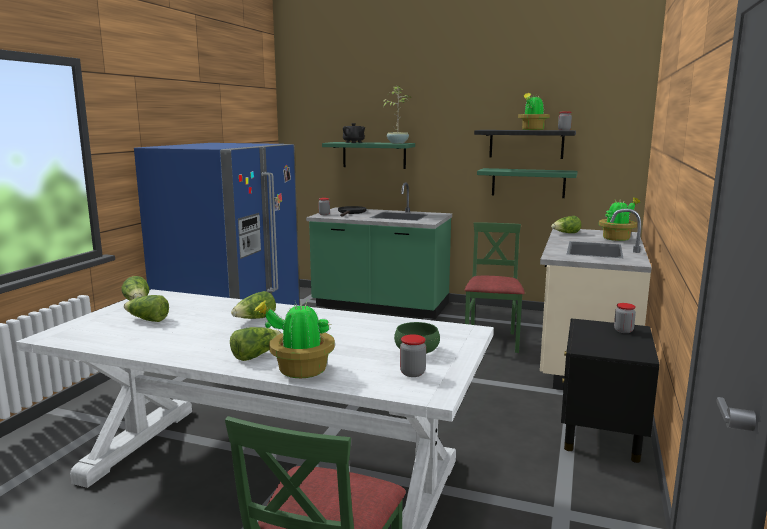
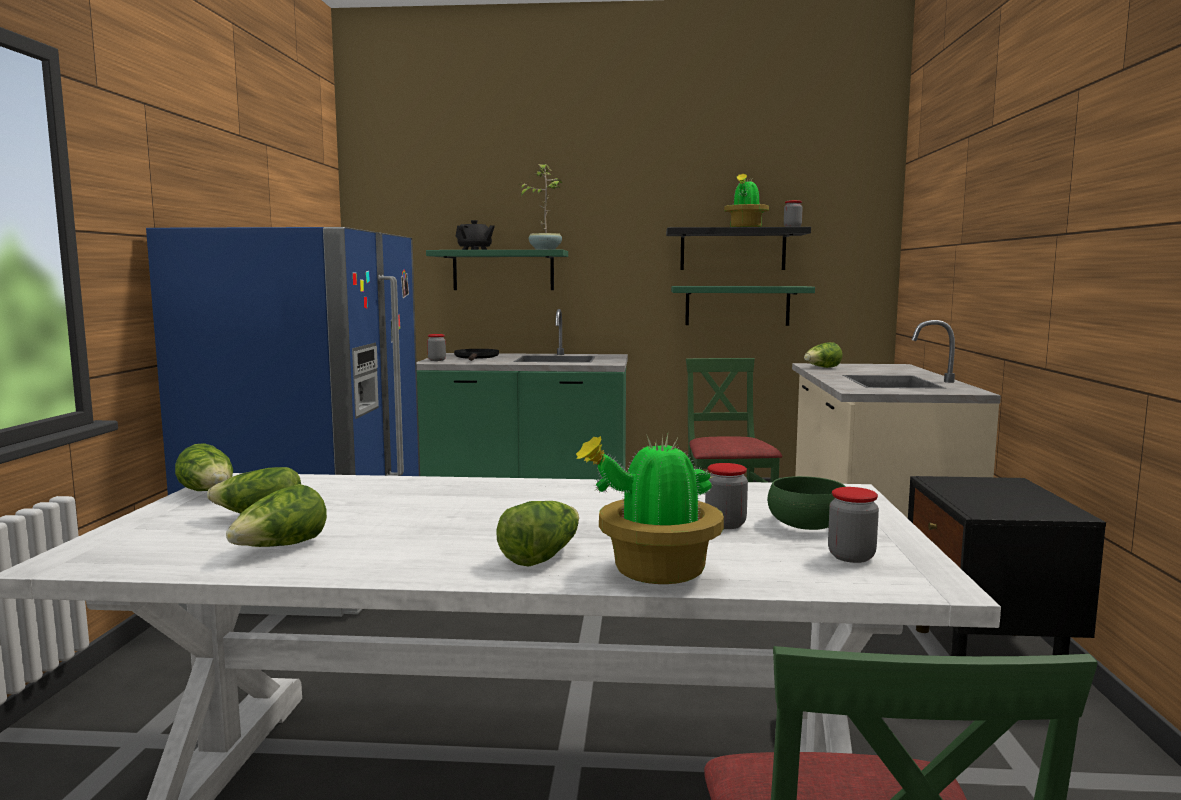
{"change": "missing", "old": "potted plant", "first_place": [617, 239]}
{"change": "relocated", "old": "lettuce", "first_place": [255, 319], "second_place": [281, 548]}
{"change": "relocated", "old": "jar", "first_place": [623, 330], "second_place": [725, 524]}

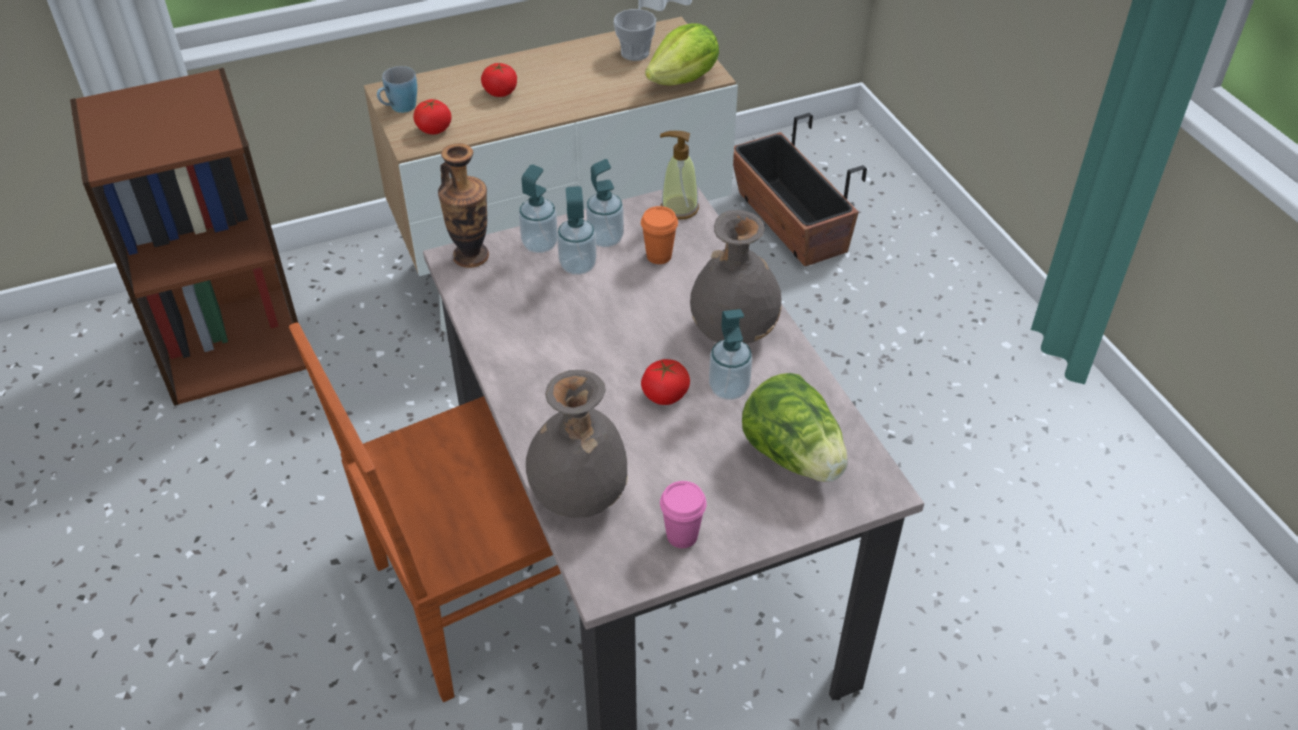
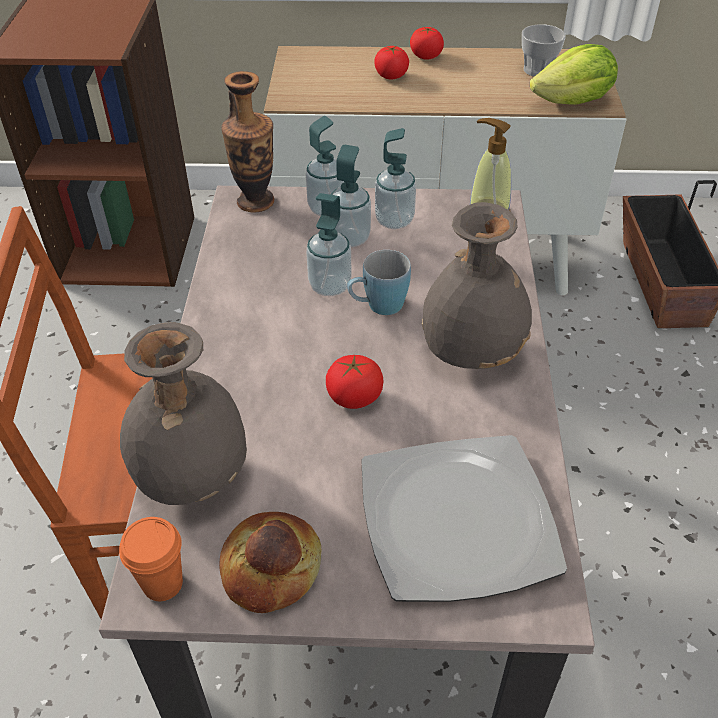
{"change": "relocated", "old": "blue mug", "first_place": [399, 108], "second_place": [377, 306]}
{"change": "relocated", "old": "tomato", "first_place": [434, 129], "second_place": [426, 56]}
{"change": "relocated", "old": "orange cup", "first_place": [659, 256], "second_place": [163, 583]}
{"change": "relocated", "old": "soap dispenser", "first_place": [728, 388], "second_place": [330, 286]}
{"change": "exchanged", "old": "pink cup", "new": "bread", "first_place": [682, 536], "second_place": [270, 568]}
{"change": "exchanged", "old": "lettuce", "new": "plate", "first_place": [793, 455], "second_place": [458, 519]}

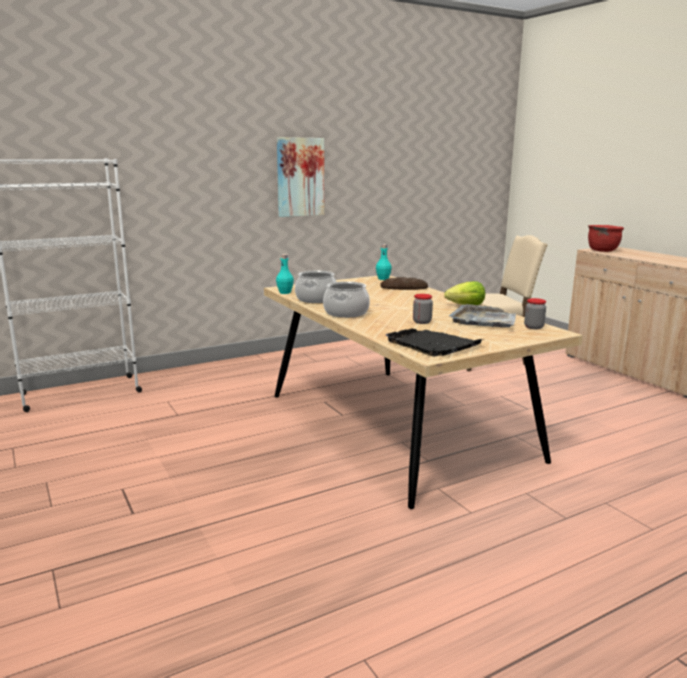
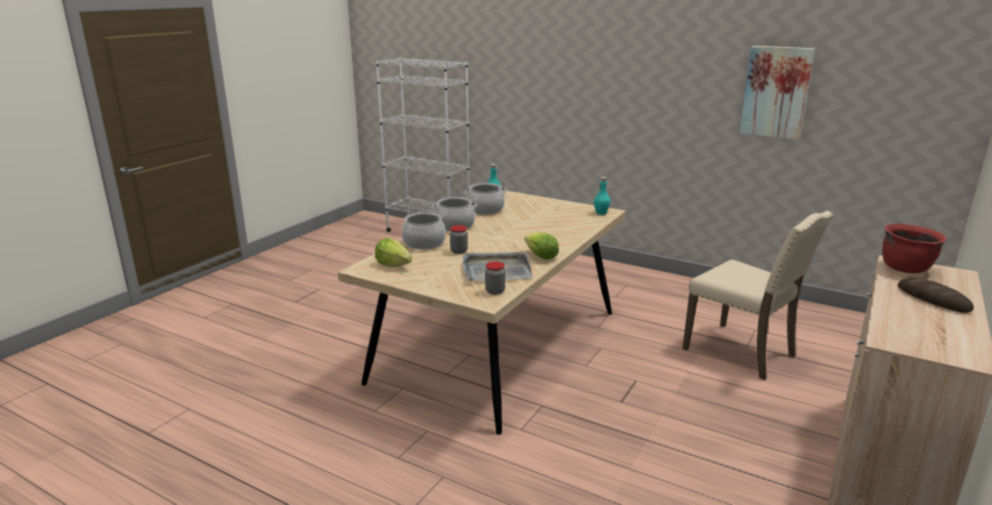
{"change": "appeared", "new": "cooking pot", "second_place": [424, 243]}
{"change": "relocated", "old": "picture", "first_place": [300, 177], "second_place": [776, 92]}
{"change": "relocated", "old": "bread", "first_place": [404, 288], "second_place": [933, 299]}
{"change": "exchanged", "old": "black tray", "new": "lettuce", "first_place": [432, 345], "second_place": [393, 265]}

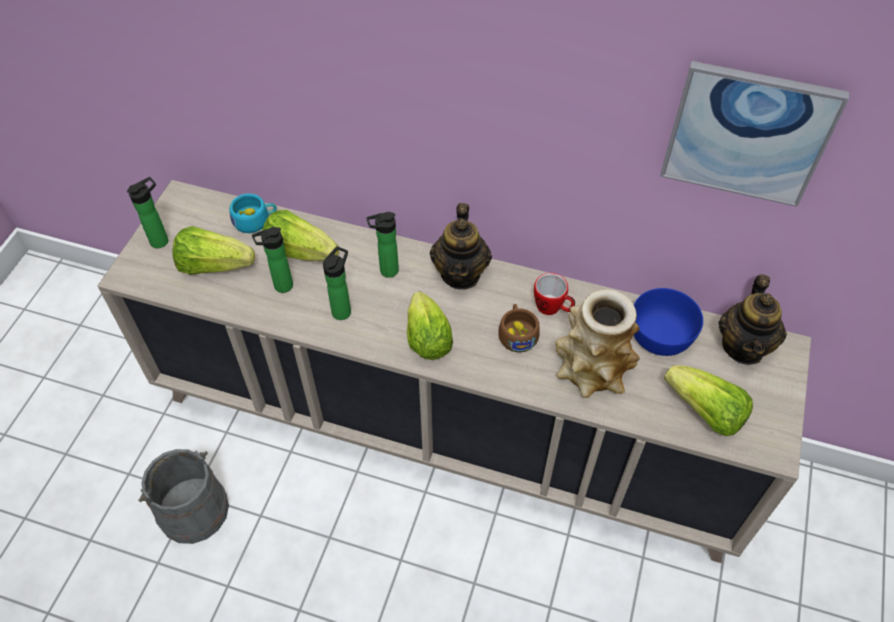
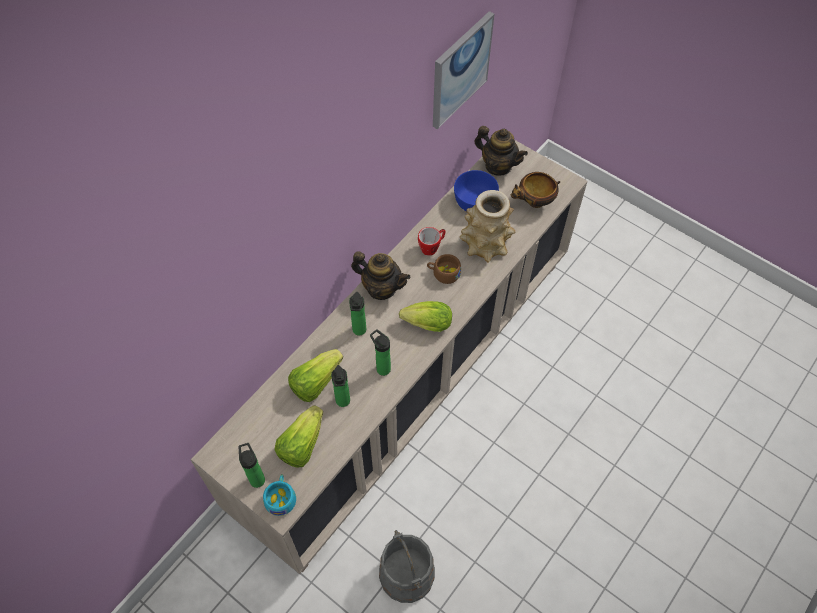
{"change": "relocated", "old": "turquoise cup", "first_place": [255, 220], "second_place": [281, 497]}
{"change": "exchanged", "old": "lettuce", "new": "bowl", "first_place": [705, 412], "second_place": [534, 202]}

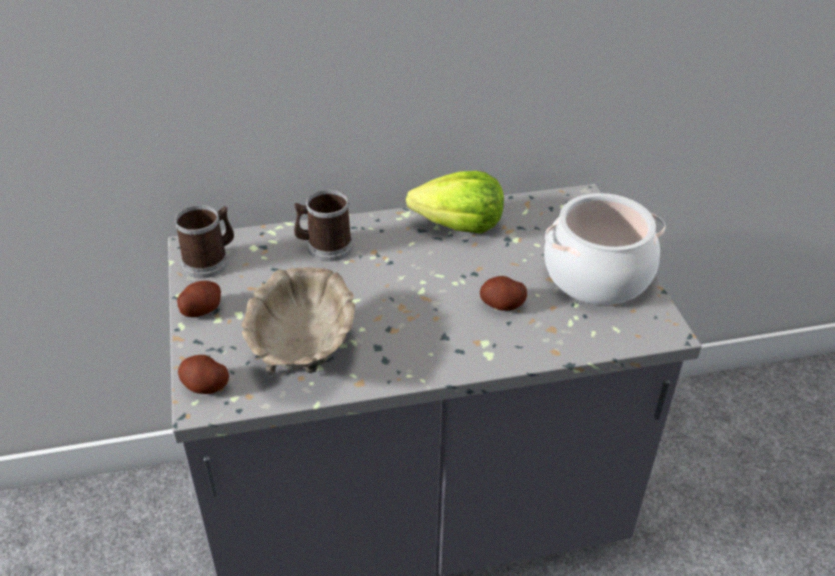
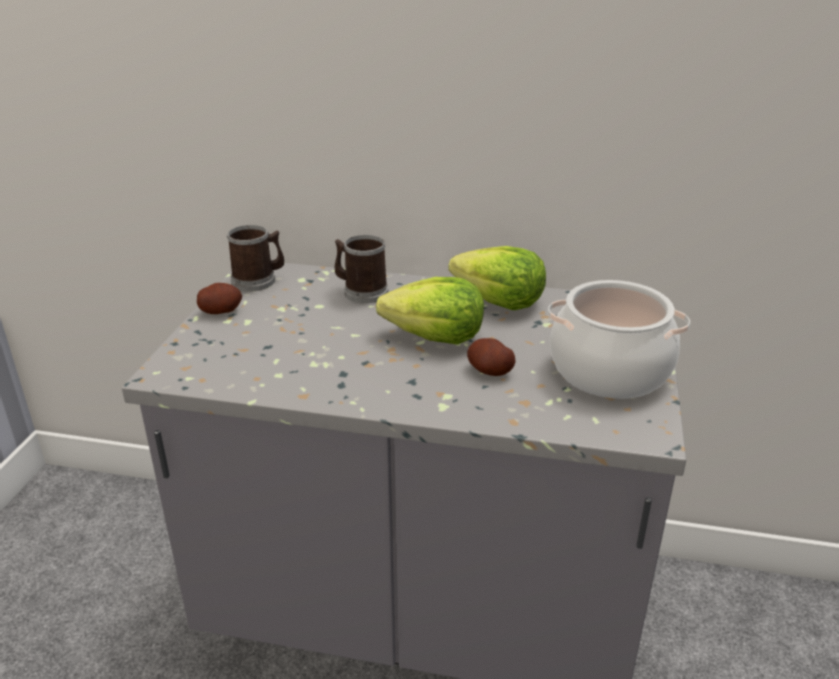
{"change": "missing", "old": "potato", "first_place": [205, 386]}
{"change": "missing", "old": "beige bowl", "first_place": [303, 351]}
{"change": "appeared", "new": "lettuce", "second_place": [435, 337]}

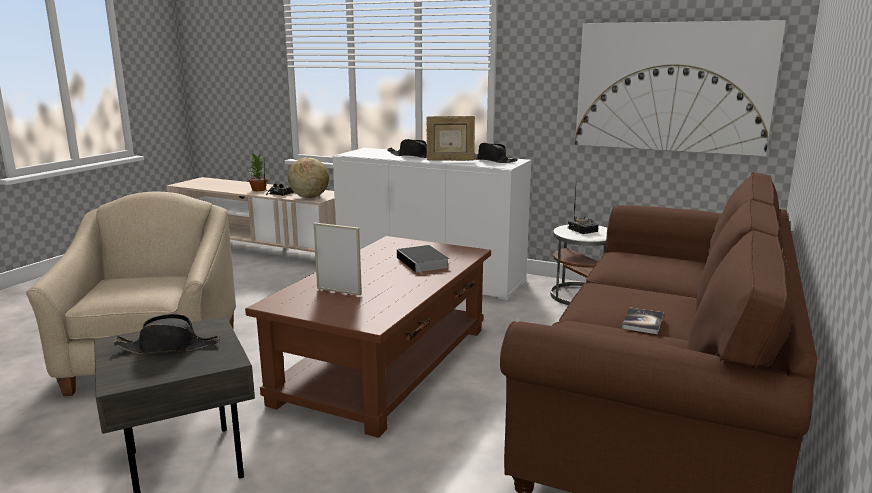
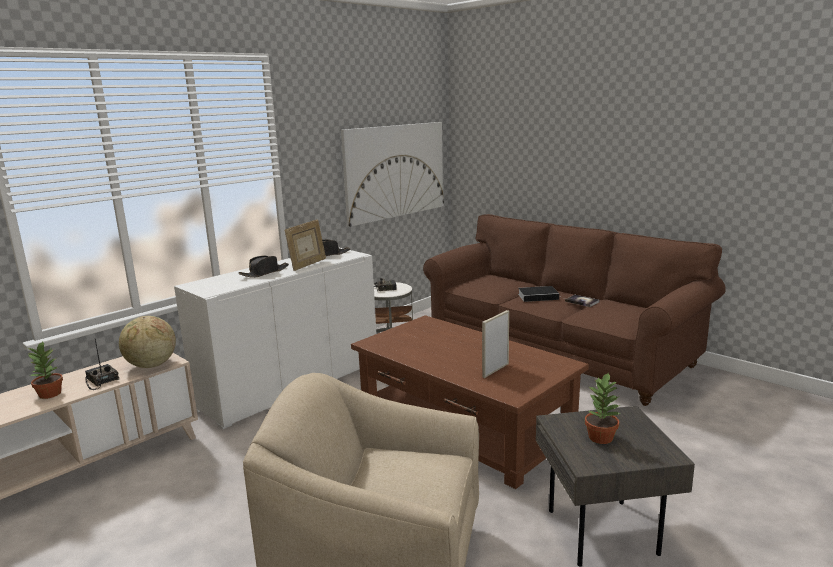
{"change": "relocated", "old": "book", "first_place": [423, 263], "second_place": [539, 296]}
{"change": "exchanged", "old": "black hat", "new": "potted plant", "first_place": [169, 347], "second_place": [601, 437]}

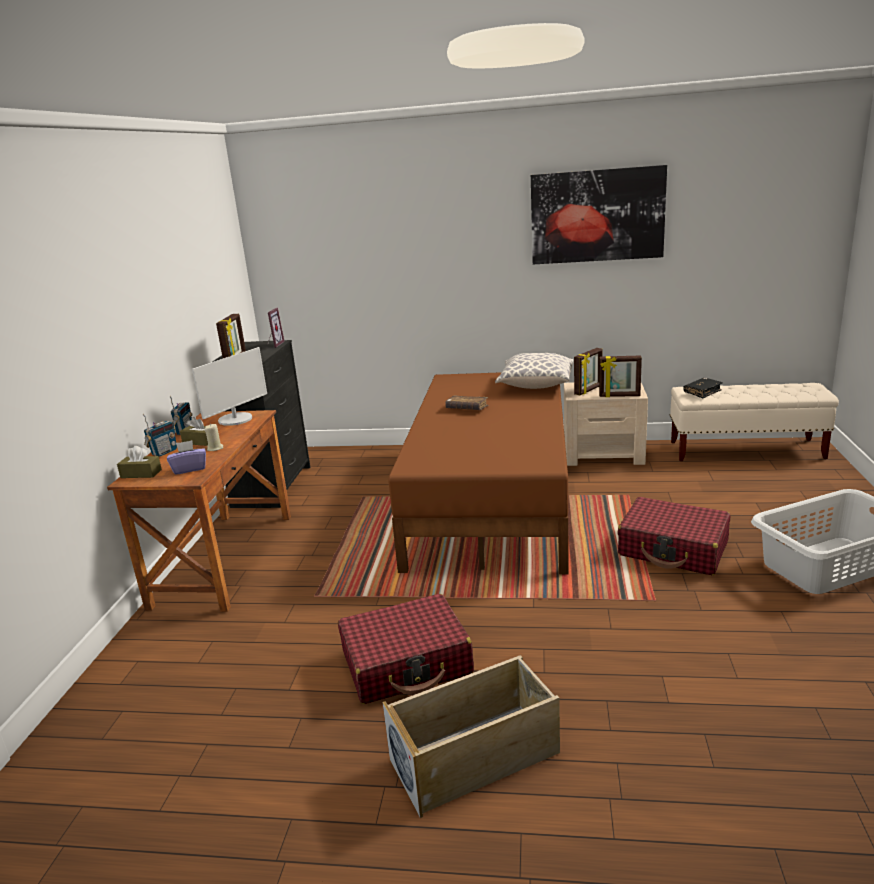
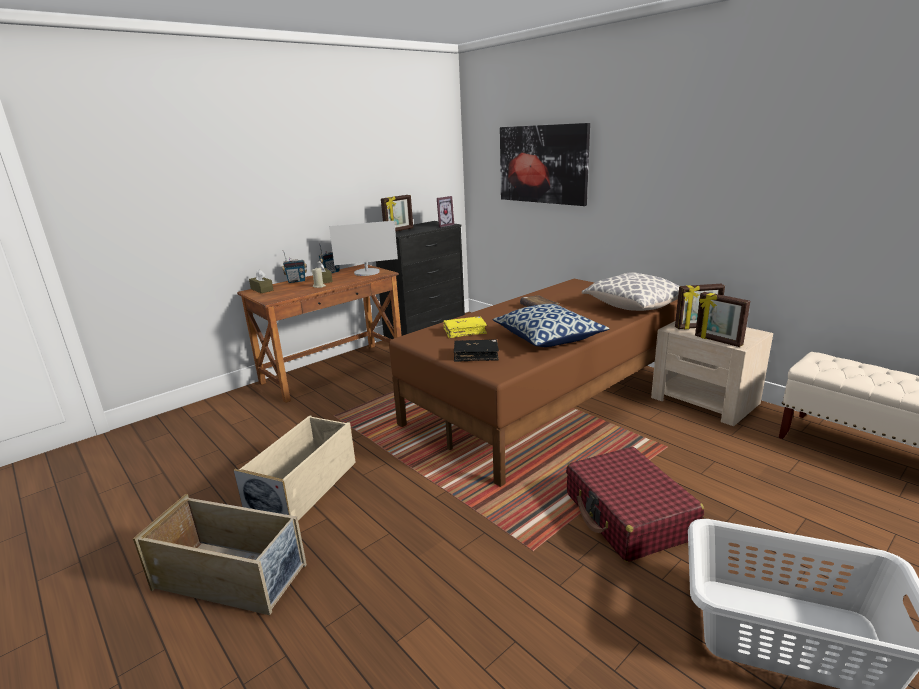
{"change": "missing", "old": "purple tissue box", "first_place": [189, 469]}
{"change": "appeared", "new": "yellow book", "second_place": [465, 331]}
{"change": "appeared", "new": "pillow", "second_place": [548, 338]}
{"change": "relocated", "old": "picture", "first_place": [597, 216], "second_place": [542, 164]}
{"change": "relocated", "old": "black book", "first_place": [702, 392], "second_place": [476, 355]}
{"change": "exchanged", "old": "red suitcase", "new": "beige storage box", "first_place": [407, 663], "second_place": [305, 487]}

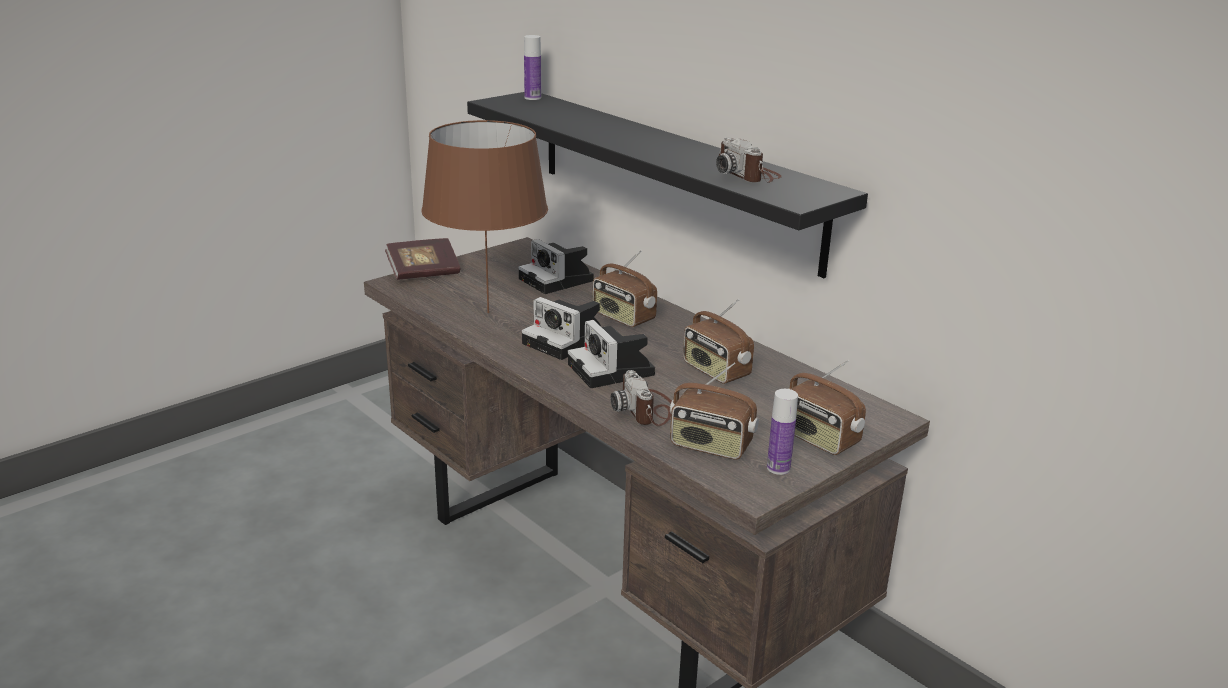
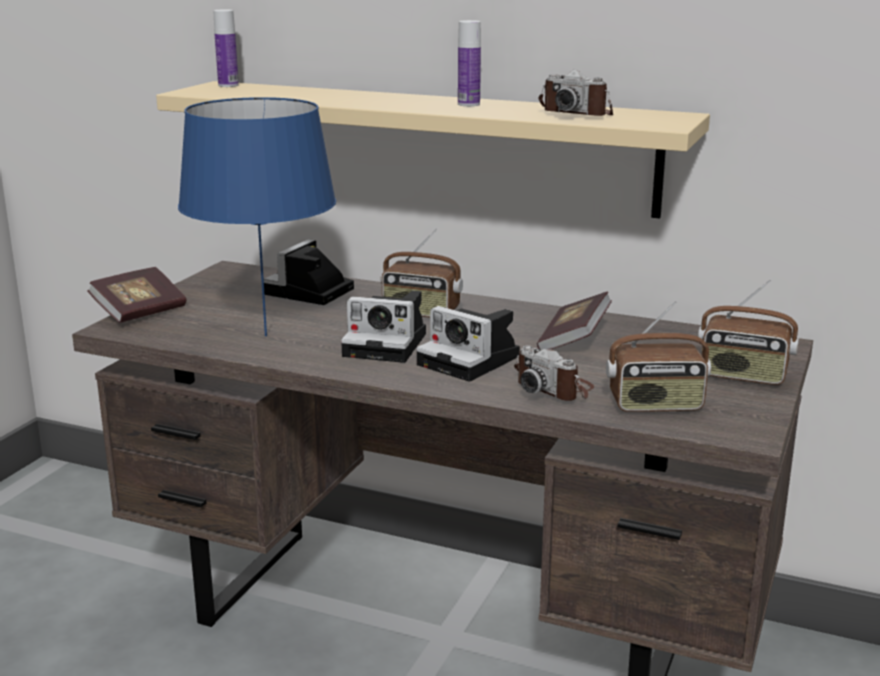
{"change": "relocated", "old": "bottle", "first_place": [778, 468], "second_place": [468, 104]}
{"change": "exchanged", "old": "radio", "new": "book", "first_place": [715, 371], "second_place": [573, 340]}
{"change": "colour", "old": "brown table lamp", "new": "blue table lamp", "first_place": [488, 313], "second_place": [265, 336]}
{"change": "colour", "old": "black shelf", "new": "beige shelf", "first_place": [674, 177], "second_place": [440, 146]}
{"change": "spun", "old": "photo camera", "first_place": [558, 280], "second_place": [308, 293], "degrees": 90}

